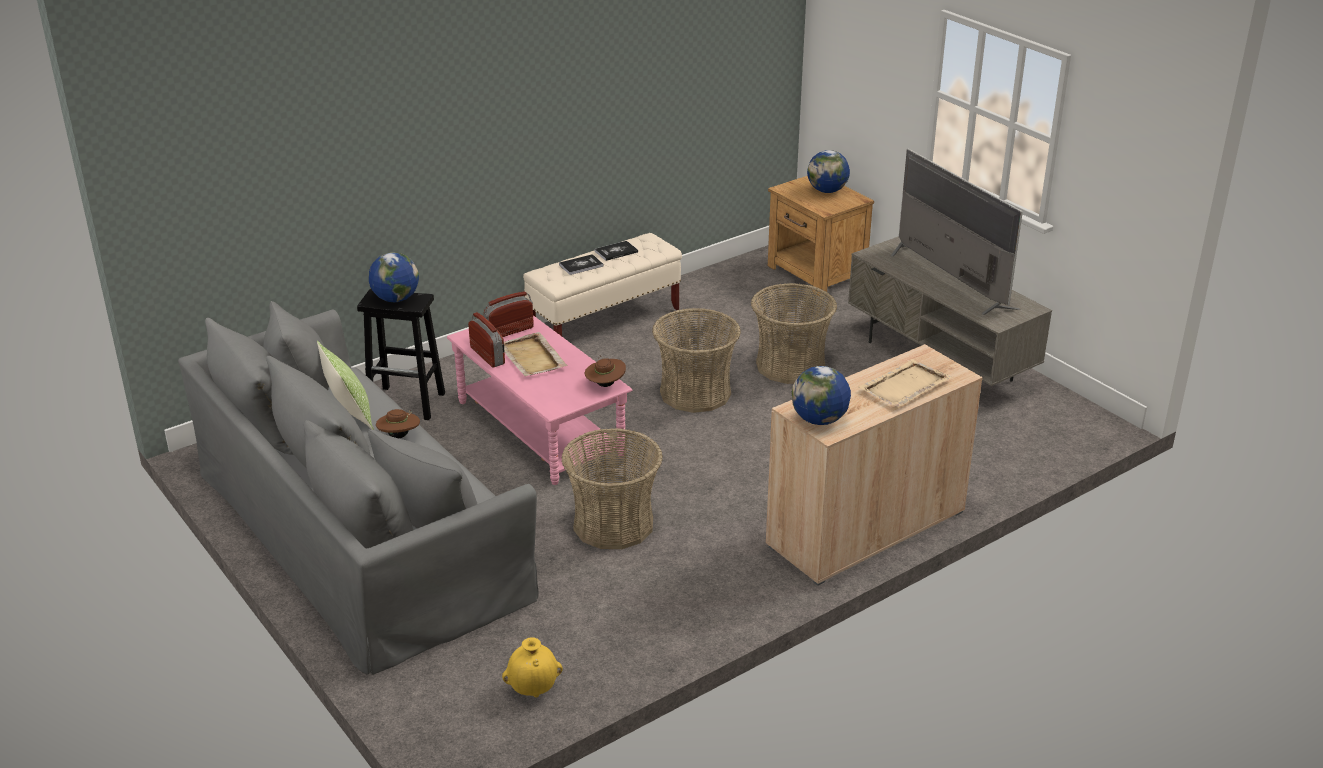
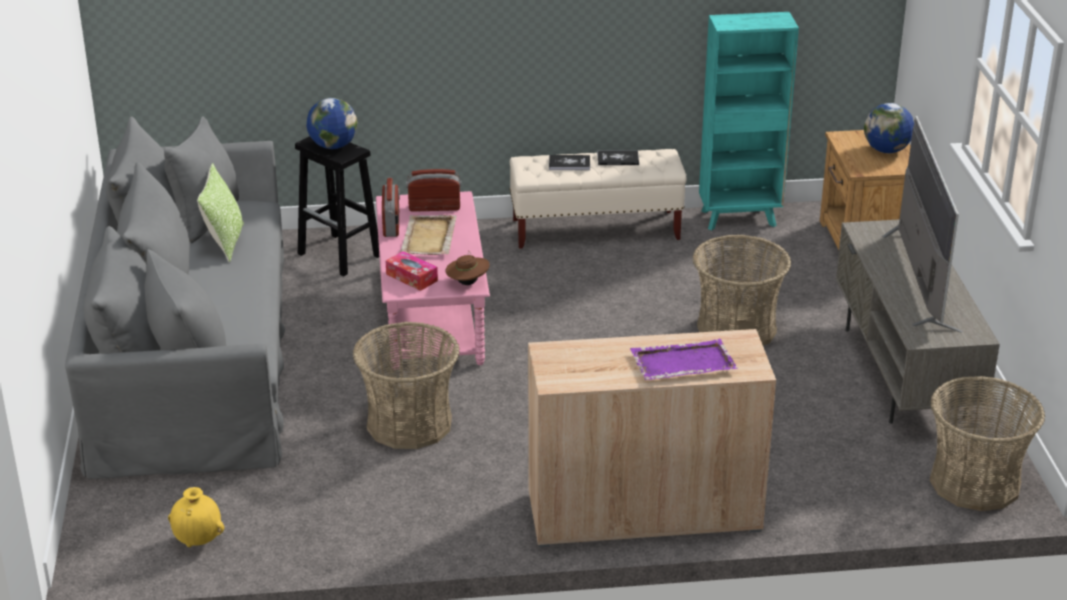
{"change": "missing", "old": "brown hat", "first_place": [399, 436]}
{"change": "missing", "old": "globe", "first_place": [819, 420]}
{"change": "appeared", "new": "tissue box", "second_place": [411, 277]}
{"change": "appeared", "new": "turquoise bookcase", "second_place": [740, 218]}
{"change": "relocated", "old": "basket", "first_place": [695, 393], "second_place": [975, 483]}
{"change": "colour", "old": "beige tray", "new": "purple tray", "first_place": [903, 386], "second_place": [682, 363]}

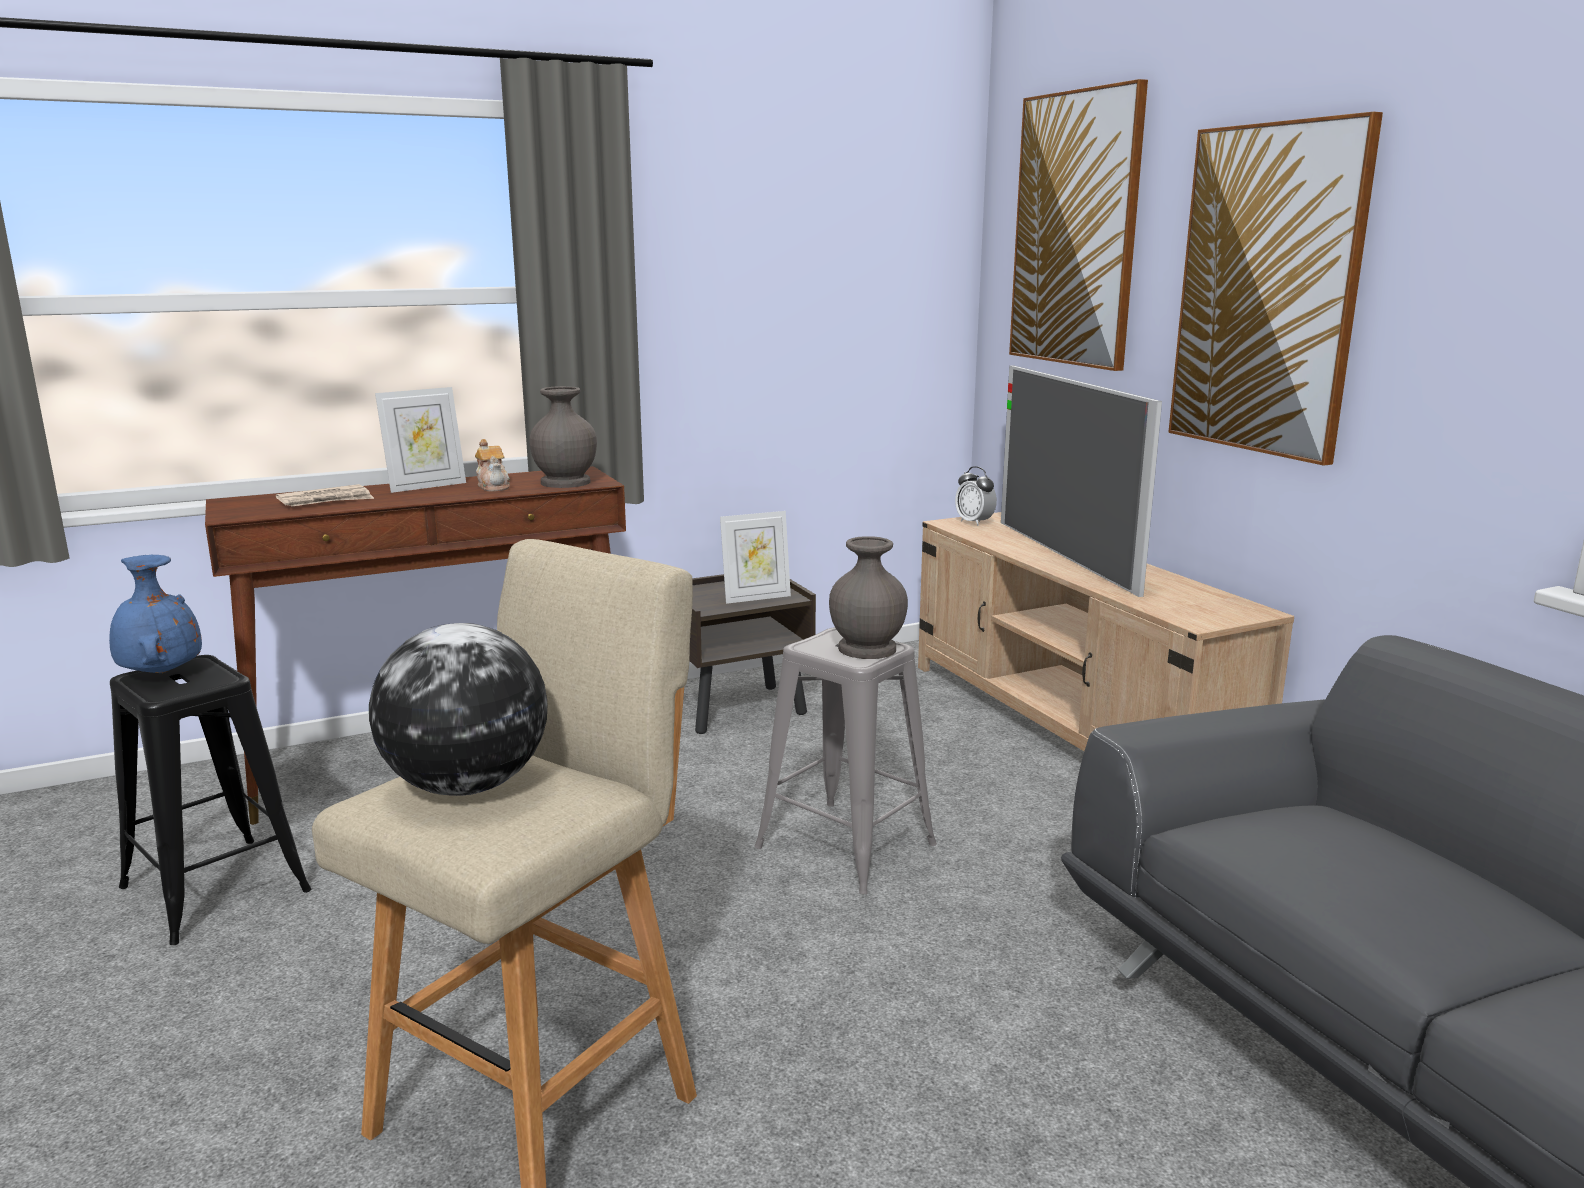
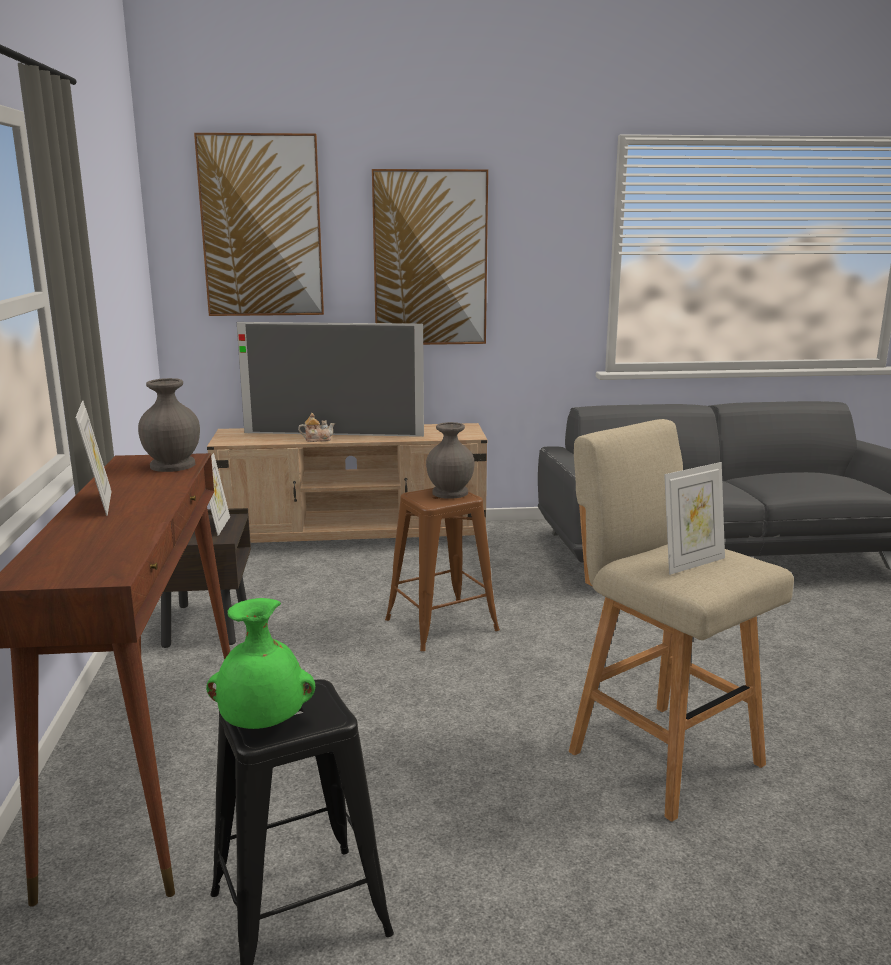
{"change": "missing", "old": "newspaper", "first_place": [326, 501]}
{"change": "missing", "old": "alarm clock", "first_place": [974, 522]}
{"change": "relocated", "old": "teapot", "first_place": [494, 486], "second_place": [317, 439]}
{"change": "exchanged", "old": "globe", "new": "picture frame", "first_place": [468, 786], "second_place": [691, 563]}
{"change": "colour", "old": "blue vase", "new": "green vase", "first_place": [160, 673], "second_place": [263, 723]}
{"change": "colour", "old": "grey stool", "new": "brown stool", "first_place": [844, 845], "second_place": [440, 625]}

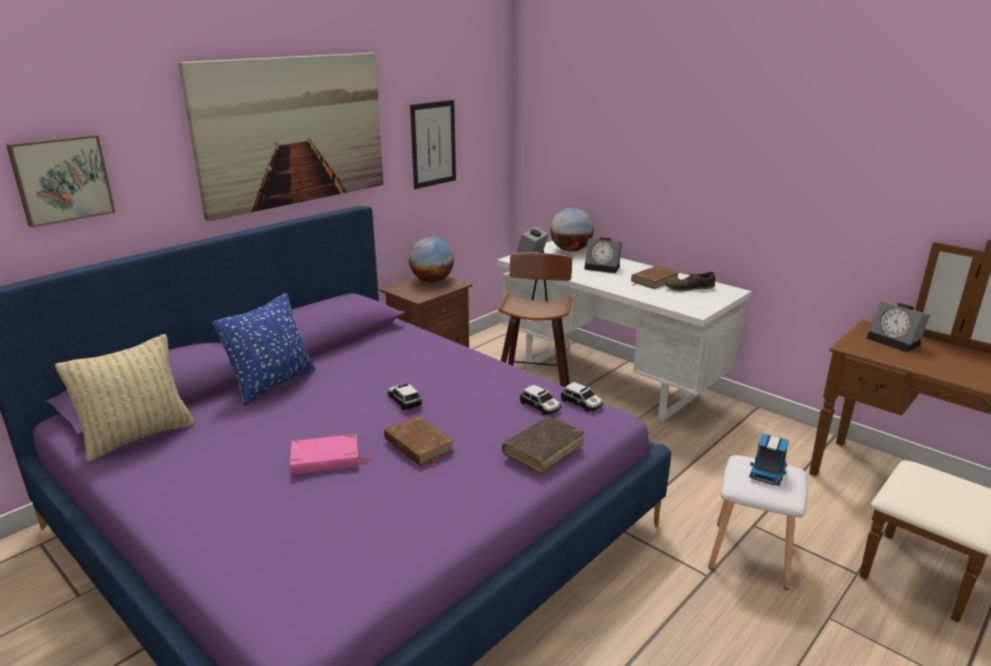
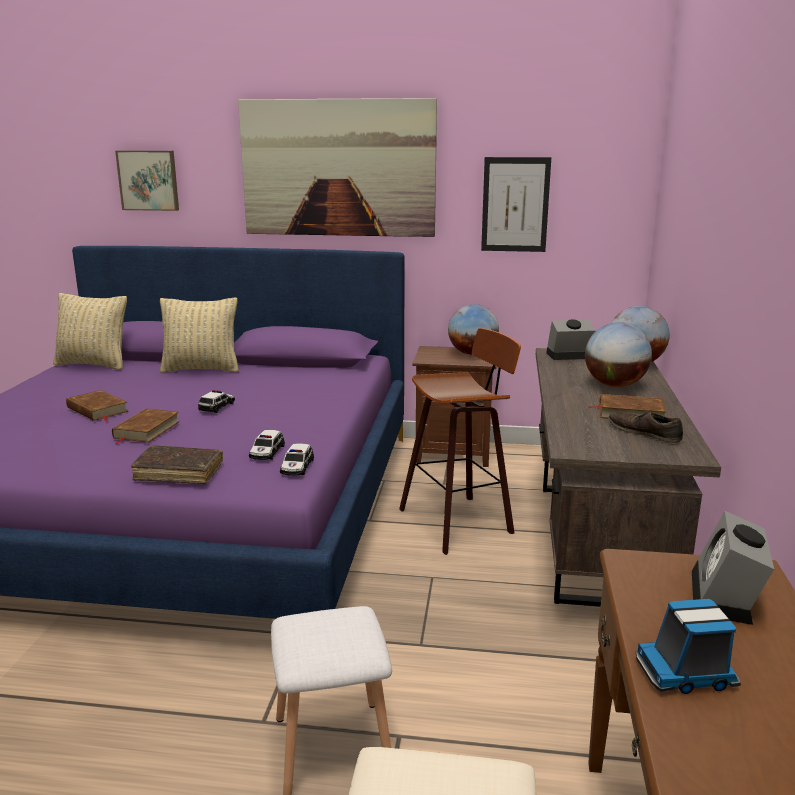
{"change": "relocated", "old": "toy truck", "first_place": [767, 472], "second_place": [687, 673]}
{"change": "exchanged", "old": "alarm clock", "new": "globe", "first_place": [603, 267], "second_place": [615, 385]}
{"change": "colour", "old": "blue pillow", "new": "beige pillow", "first_place": [273, 384], "second_place": [201, 369]}
{"change": "colour", "old": "pink book", "new": "brown book", "first_place": [325, 459], "second_place": [97, 410]}
{"change": "colour", "old": "white desk", "new": "brown desk", "first_place": [610, 379], "second_place": [596, 542]}

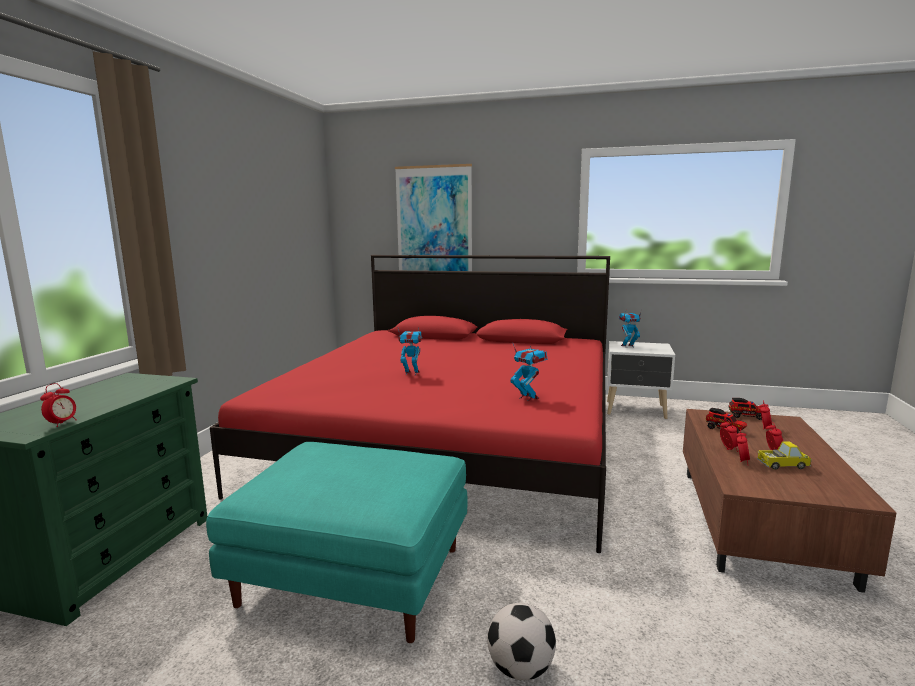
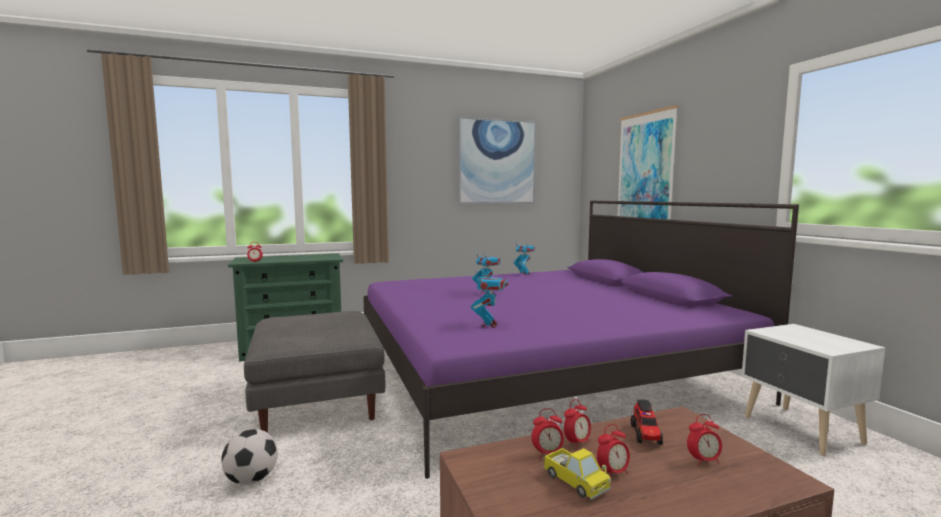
{"change": "missing", "old": "toy truck", "first_place": [747, 416]}
{"change": "appeared", "new": "picture", "second_place": [496, 162]}
{"change": "relocated", "old": "toy robot", "first_place": [628, 346], "second_place": [524, 274]}
{"change": "colour", "old": "turquoise ottoman", "new": "grey ottoman", "first_place": [356, 575], "second_place": [318, 401]}
{"change": "colour", "old": "red bed", "new": "purple bed", "first_place": [451, 439], "second_place": [538, 369]}

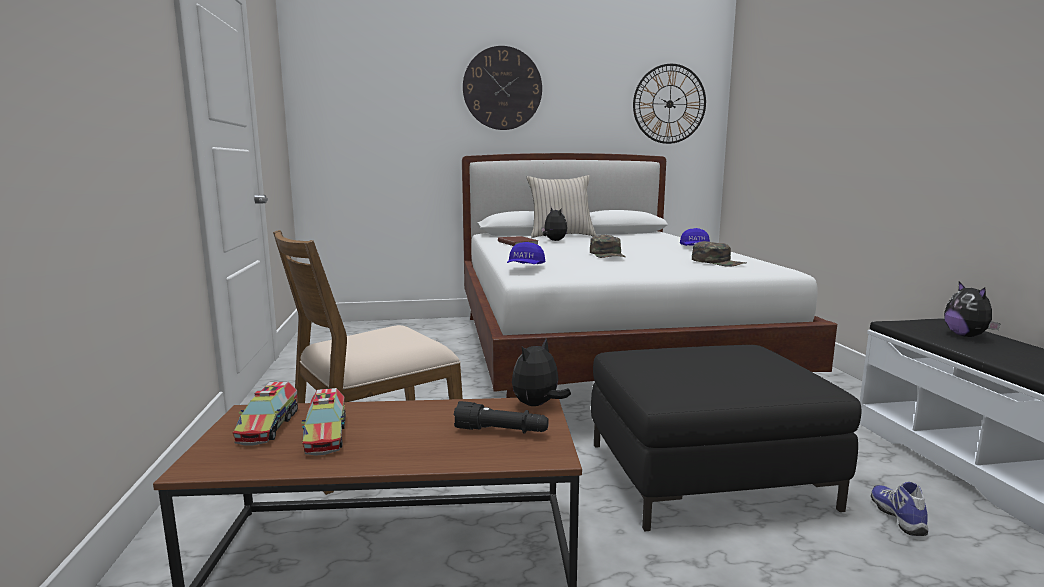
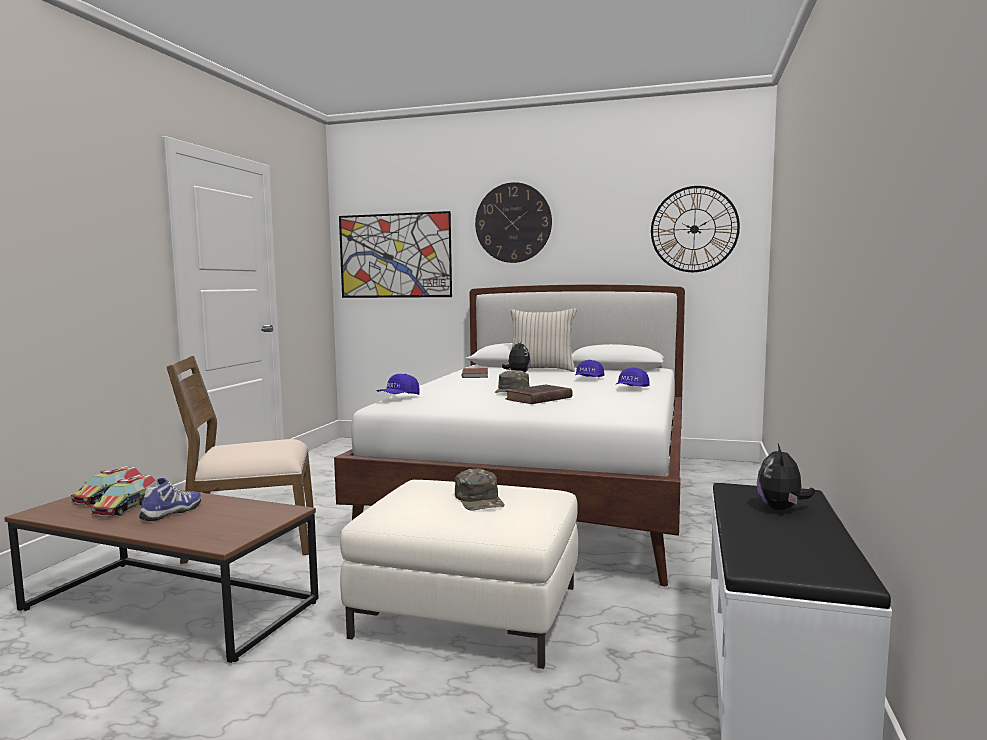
{"change": "missing", "old": "black flashlight", "first_place": [501, 431]}
{"change": "missing", "old": "plush toy", "first_place": [537, 405]}
{"change": "appeared", "new": "picture", "second_place": [394, 255]}
{"change": "appeared", "new": "brown book", "second_place": [537, 399]}
{"change": "appeared", "new": "blue cap", "second_place": [588, 379]}
{"change": "relocated", "old": "green cap", "first_place": [718, 262], "second_place": [480, 499]}
{"change": "relocated", "old": "shoe", "first_place": [899, 517], "second_place": [173, 513]}
{"change": "colour", "old": "black ottoman", "new": "white ottoman", "first_place": [707, 475], "second_place": [469, 611]}

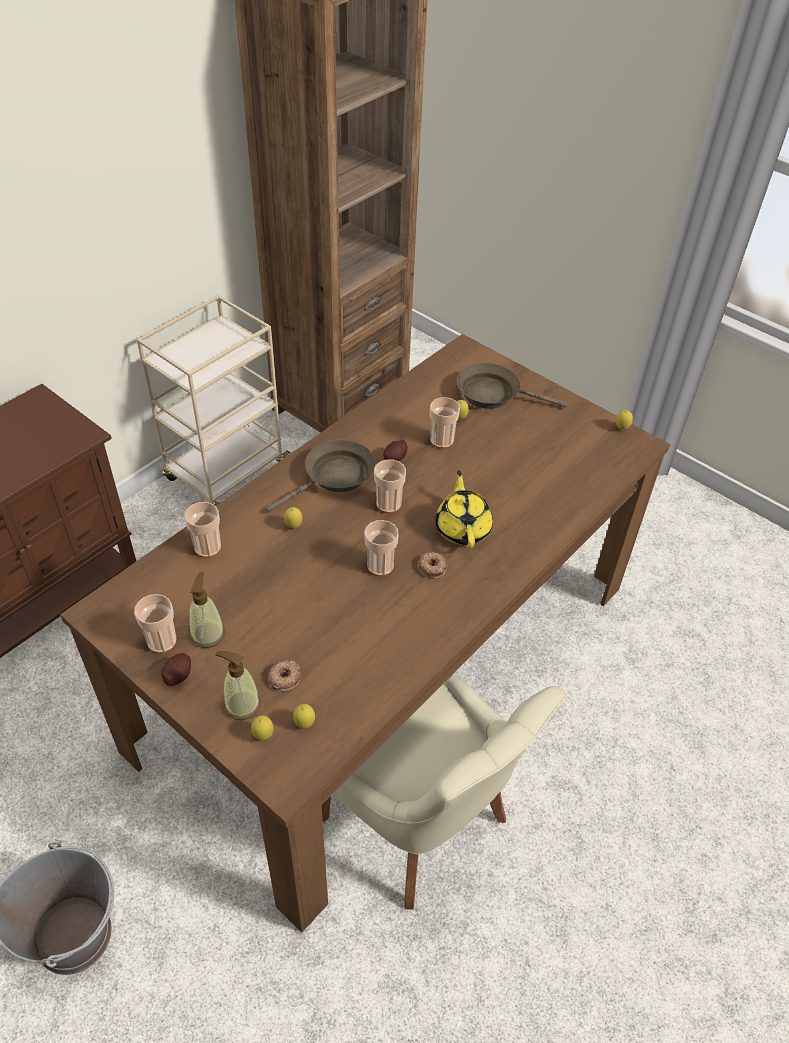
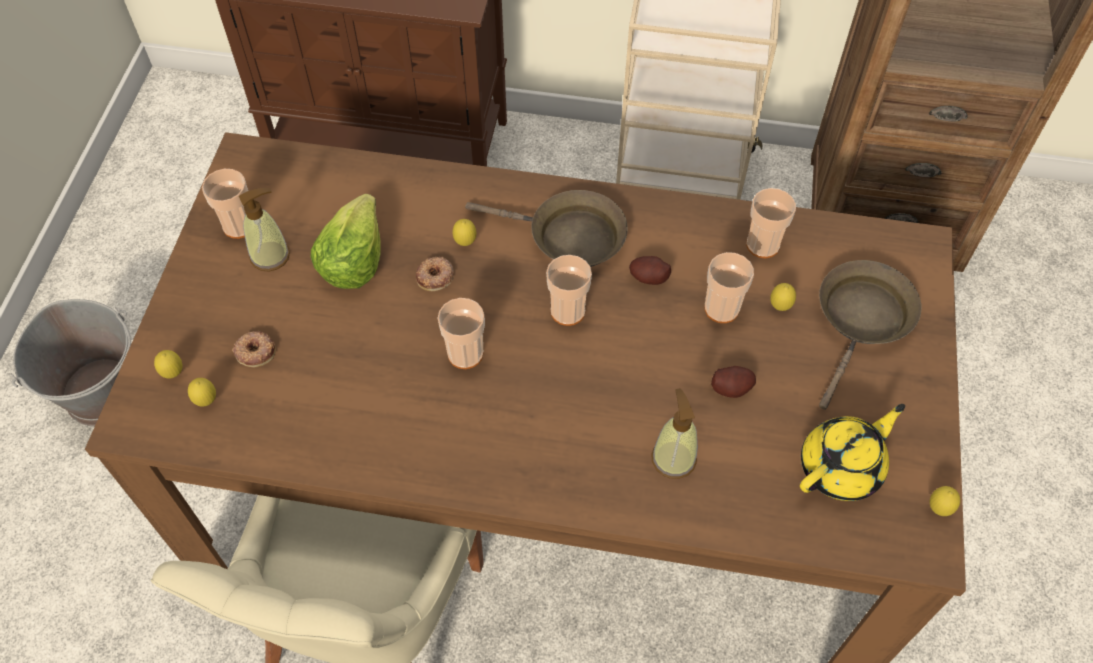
{"change": "appeared", "new": "lettuce", "second_place": [353, 259]}
{"change": "relocated", "old": "potato", "first_place": [178, 675], "second_place": [731, 387]}
{"change": "relocated", "old": "cup", "first_place": [207, 548], "second_place": [762, 245]}
{"change": "relocated", "old": "soap dispenser", "first_place": [242, 705], "second_place": [673, 458]}
{"change": "relocated", "old": "donut", "first_place": [432, 567], "second_place": [435, 276]}
{"change": "relocated", "old": "yellow teapot", "first_place": [463, 528], "second_place": [842, 467]}
{"change": "spun", "old": "brown frying pan", "first_place": [493, 394], "second_place": [862, 321], "degrees": 45}

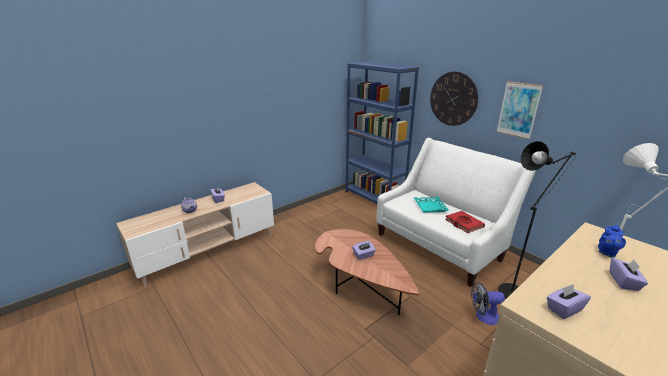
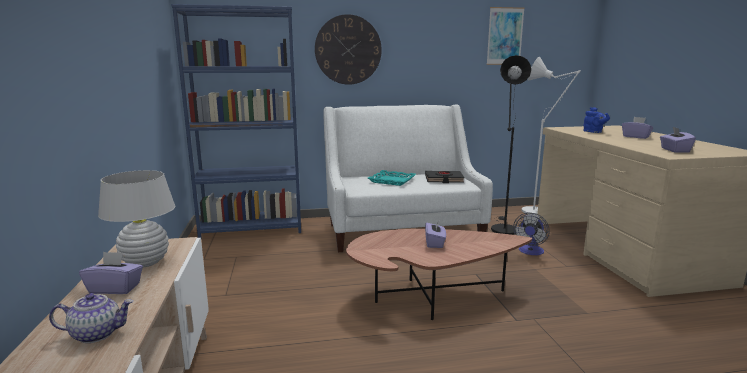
{"change": "appeared", "new": "white table lamp", "second_place": [145, 262]}
{"change": "relocated", "old": "picture", "first_place": [518, 110], "second_place": [505, 36]}
{"change": "colour", "old": "red book", "new": "black book", "first_place": [464, 224], "second_place": [444, 179]}

